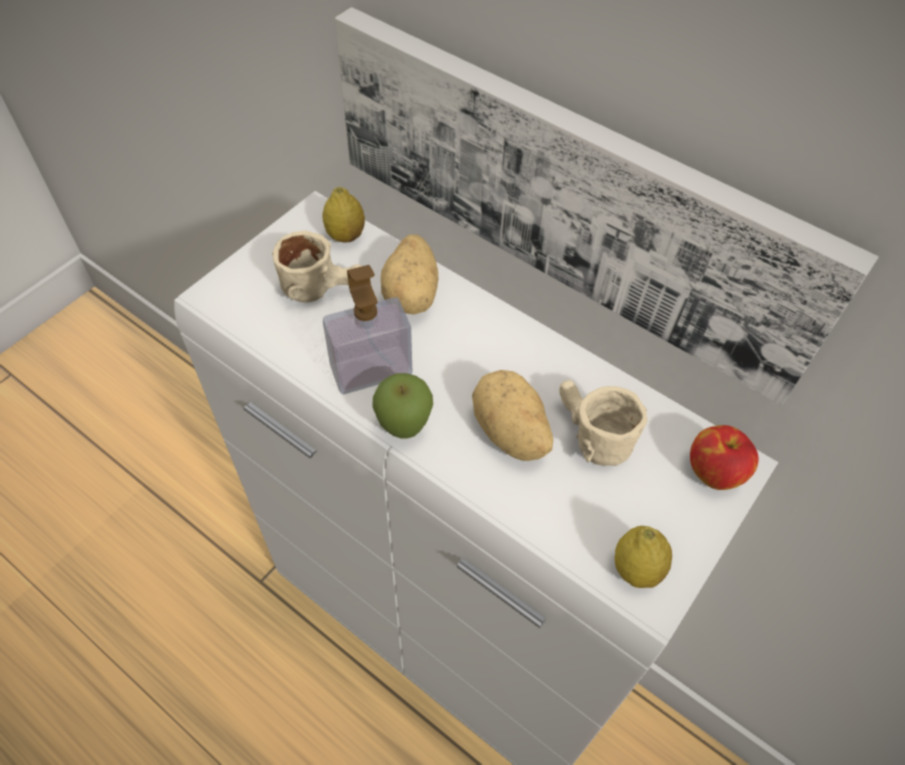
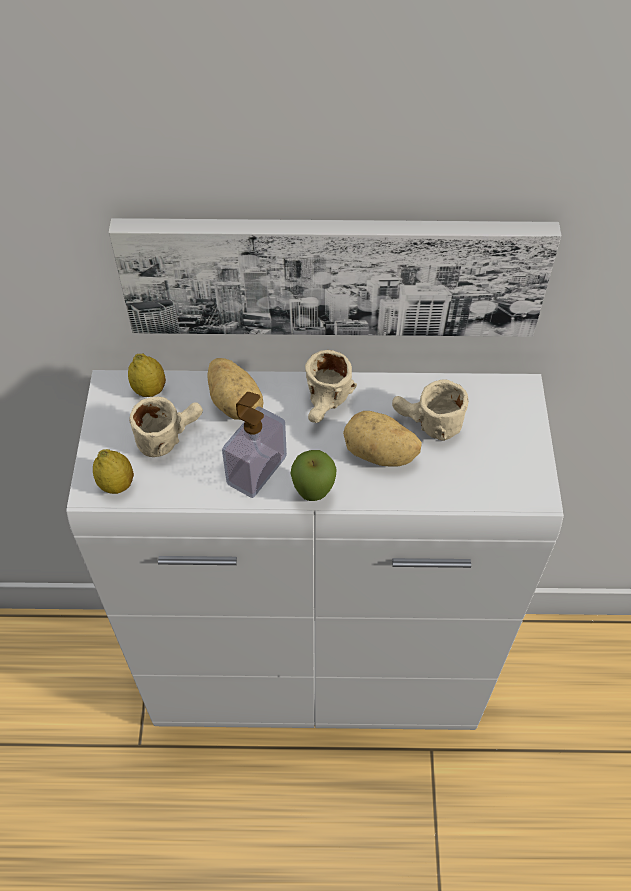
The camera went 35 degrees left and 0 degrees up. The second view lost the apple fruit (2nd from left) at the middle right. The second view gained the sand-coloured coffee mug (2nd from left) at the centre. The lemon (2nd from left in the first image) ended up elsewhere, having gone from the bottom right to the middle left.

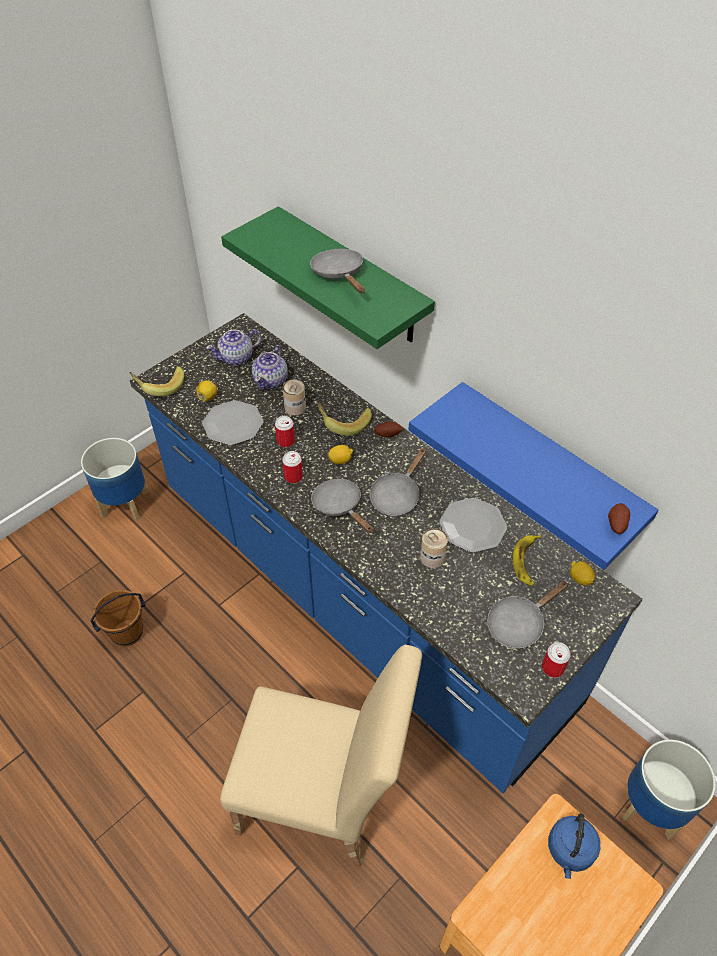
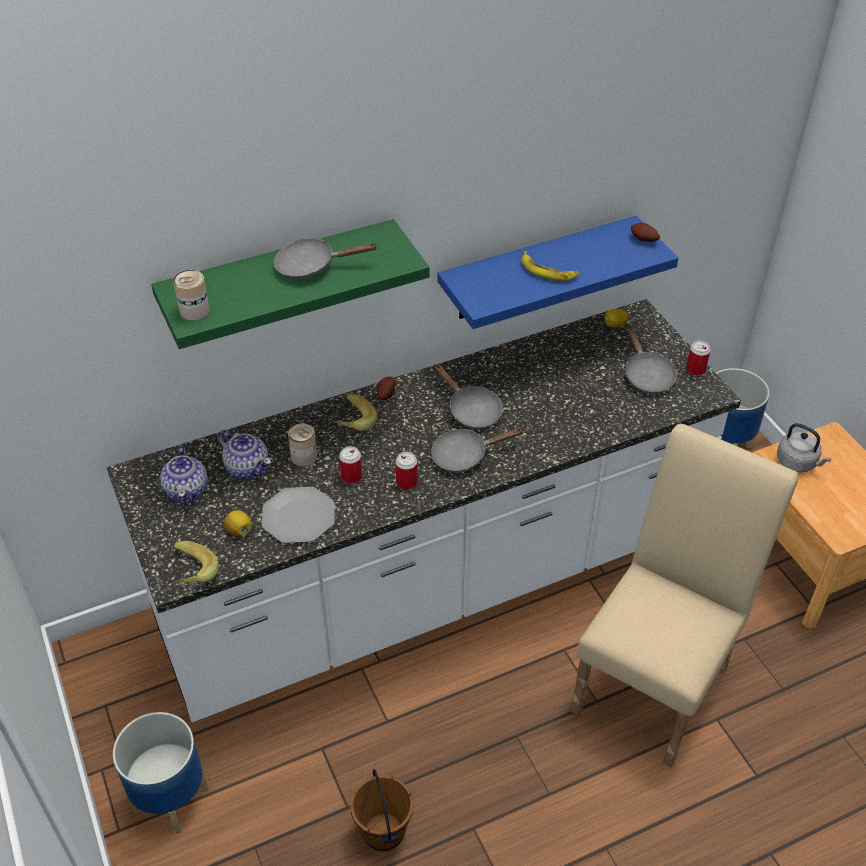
The camera went 70 degrees left and 5 degrees down. The second view lost the lemon (2nd from left) at the centre. The second view lost the plate (2nd from left) at the centre. The can (4th from left in the first image) ended up elsewhere, having gone from the centre to the middle left. The banana (3rd from left) ended up elsewhere, having gone from the middle right to the top centre. What was the blue-coloured kitchen base unit at the centre turned into the white-coloured kitchen base unit at the centre. What was the blue-coloured tea kettle at the bottom right turned into the greyish tea kettle at the middle right.

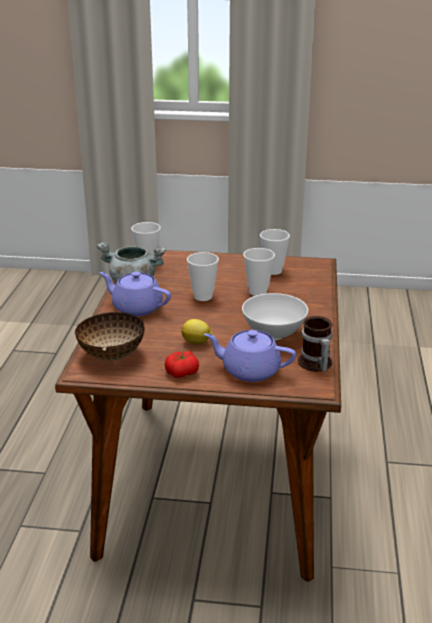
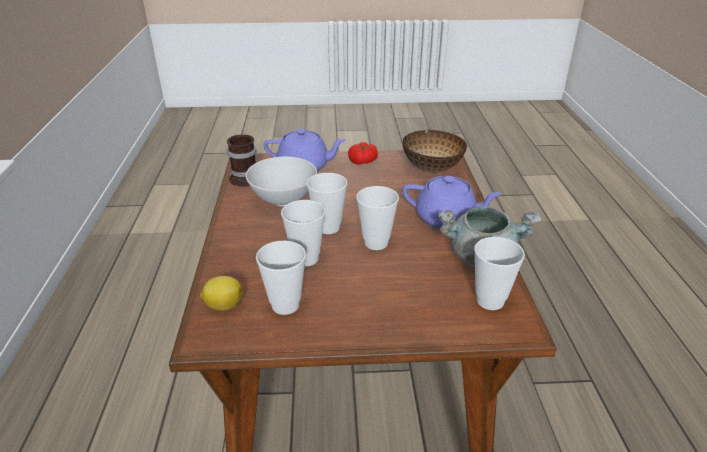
The camera went 170 degrees right and 5 degrees up. The second view gained the small cup (3rd from left) at the centre. The lemon ended up elsewhere, having gone from the centre to the middle left.

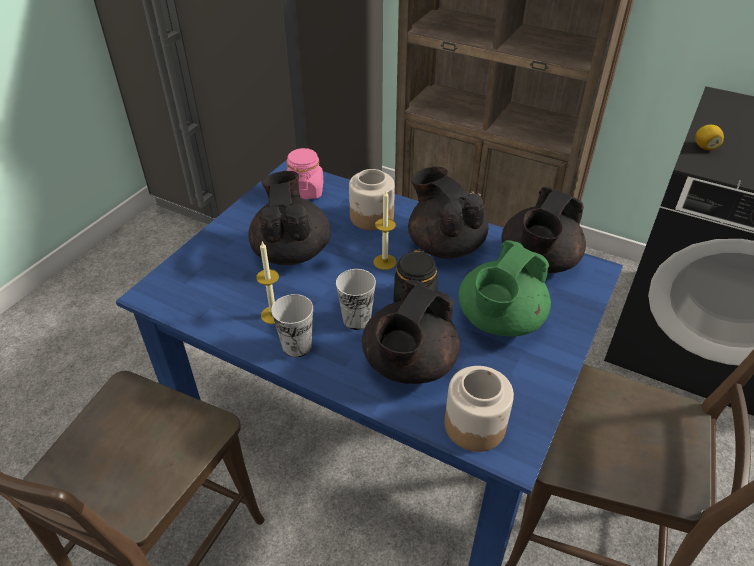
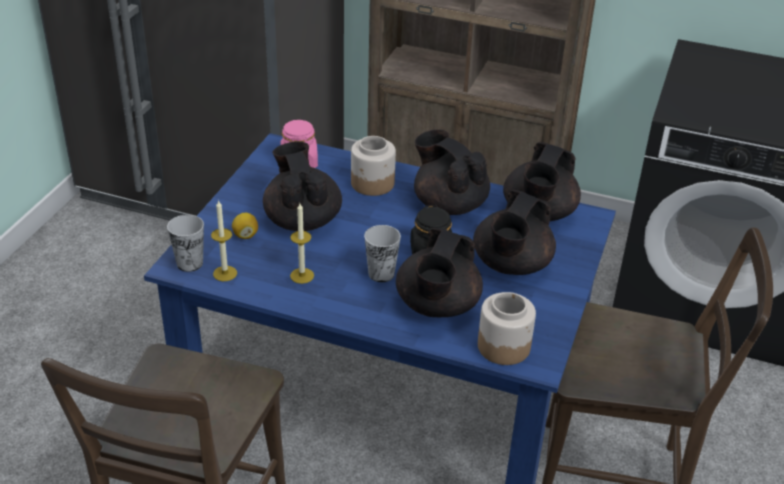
The camera went 10 degrees left and 5 degrees down. The small cup (1st from left) ended up elsewhere, having gone from the centre to the middle left. The wax light (2nd from left in the first image) ended up elsewhere, having gone from the centre to the middle left. The lemon ended up elsewhere, having gone from the top right to the middle left. What was the green teapot at the middle right turned into the black teapot (4th from left) at the centre.

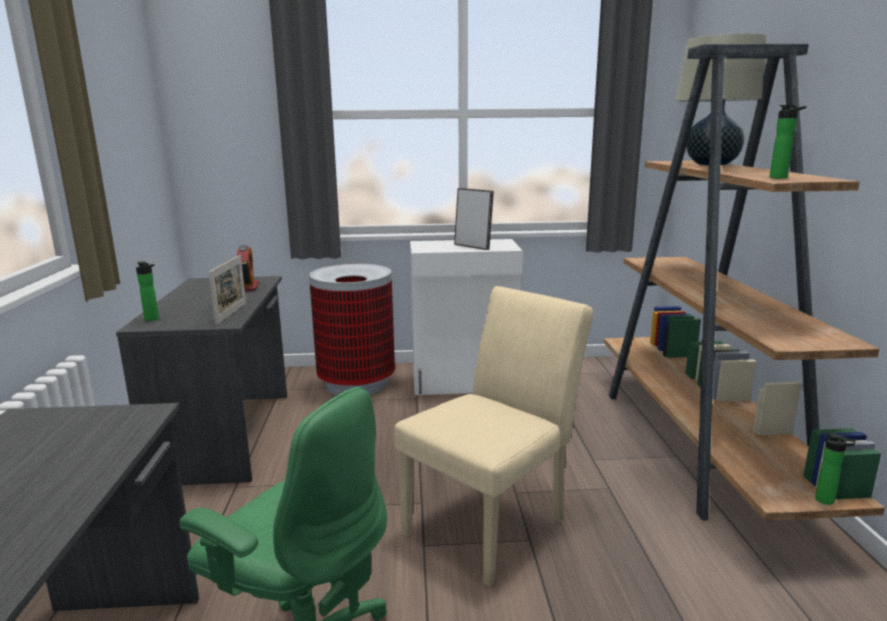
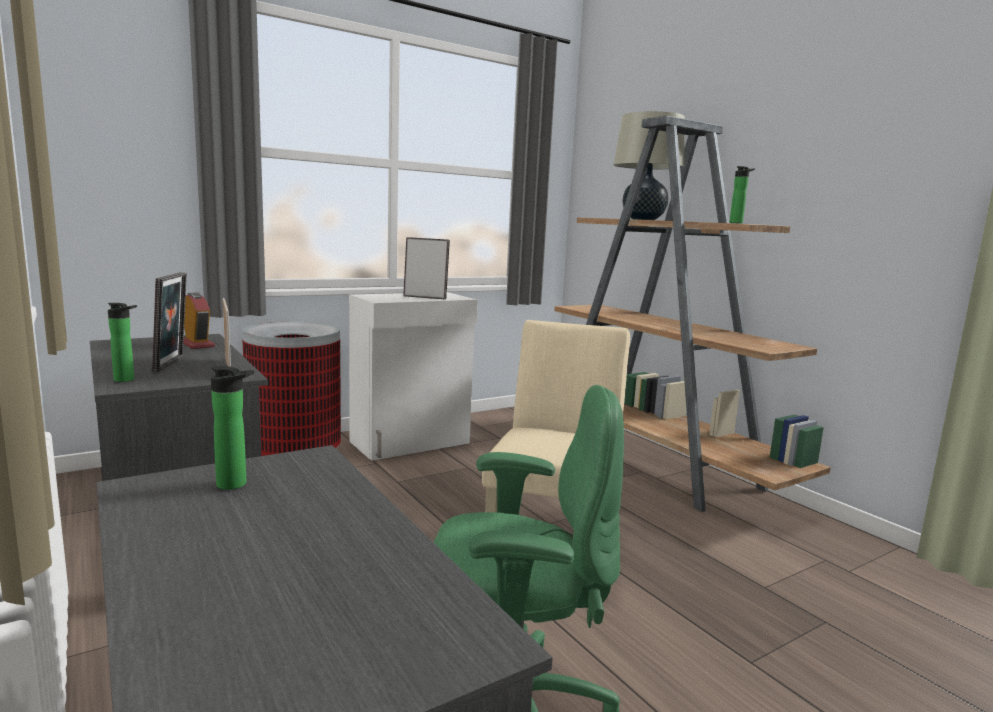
The camera went 30 degrees left and 5 degrees down. The second view gained the standing frame (1st from left) at the middle left. The beverage bottle (3rd from left in the first image) ended up elsewhere, having gone from the bottom right to the middle left.

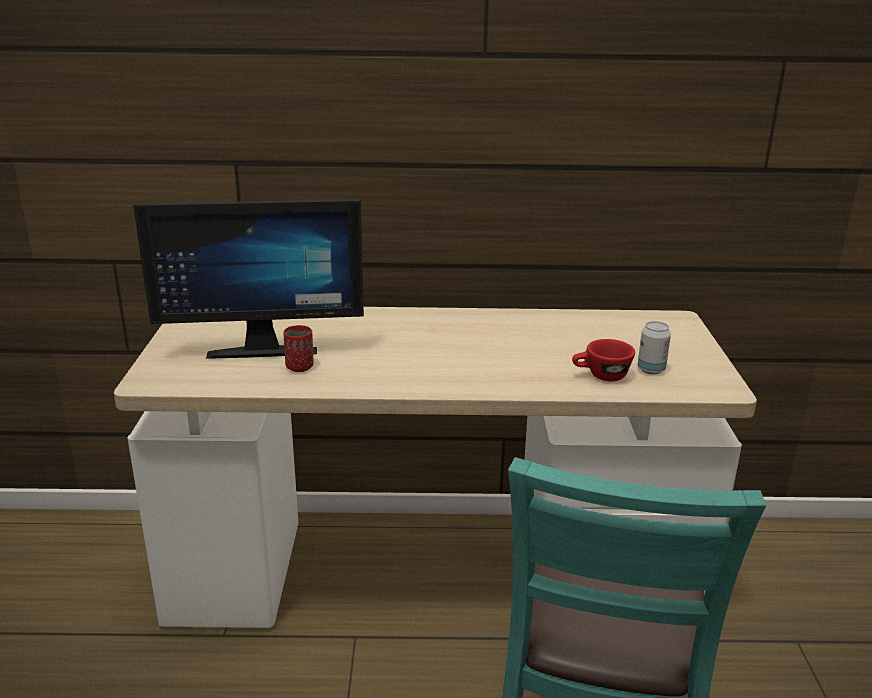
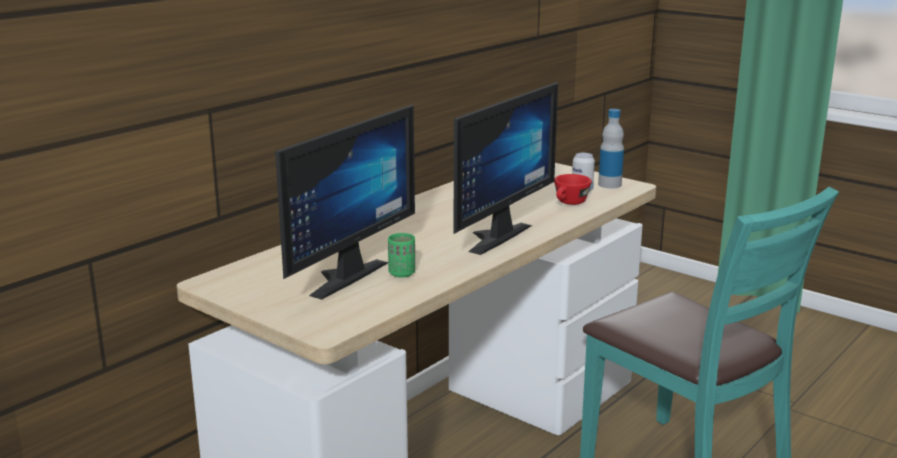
The camera went 50 degrees left and 5 degrees down. The second view gained the computer screen (2nd from left) at the centre. The second view gained the beverage bottle at the top right. What was the reddish small cup (1st from left) at the centre turned into the green small cup at the centre.

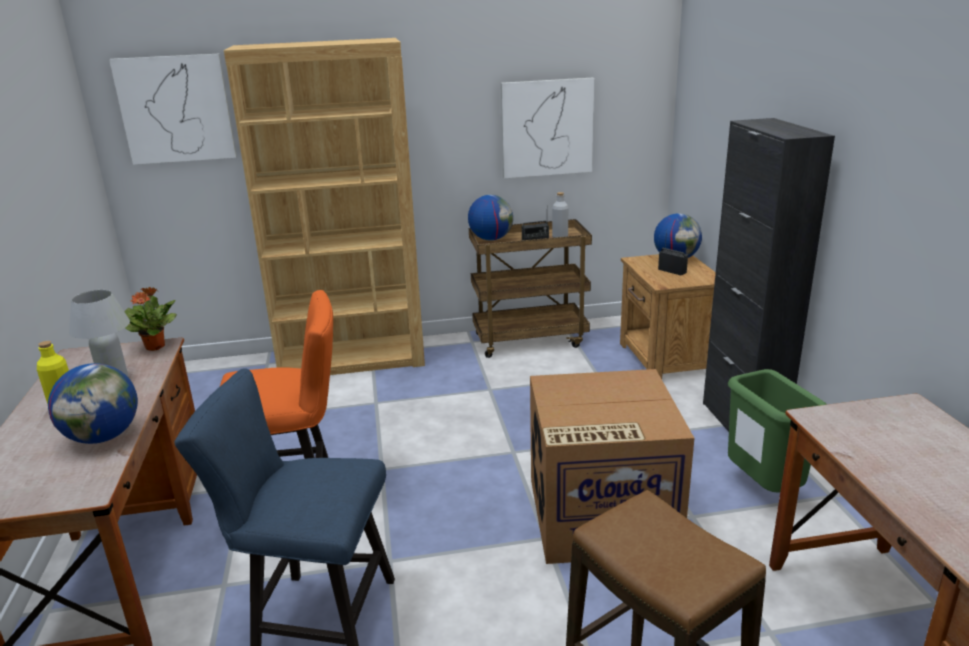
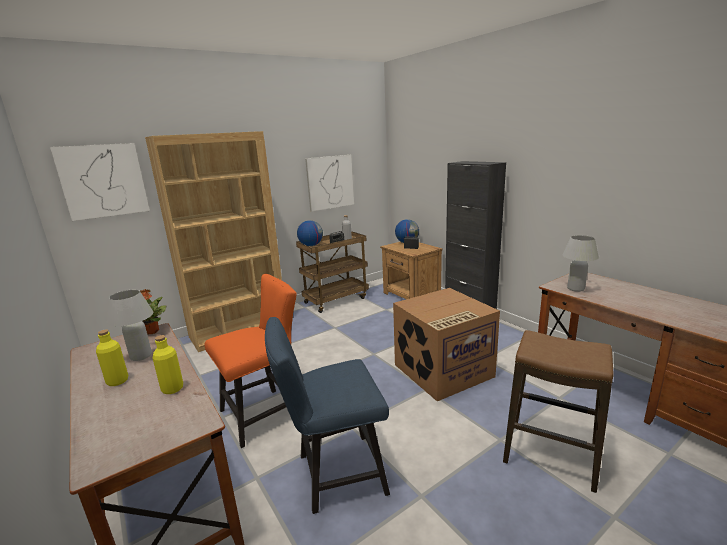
The camera went 25 degrees left and 5 degrees down. The second view lost the green rubbish bin at the bottom right. The second view gained the white-coloured table lamp (2nd from left) at the middle right. Where the globe (1st from left) stood at the middle left, the yellow-coloured beverage bottle (2nd from left) came to stand at the bottom left.

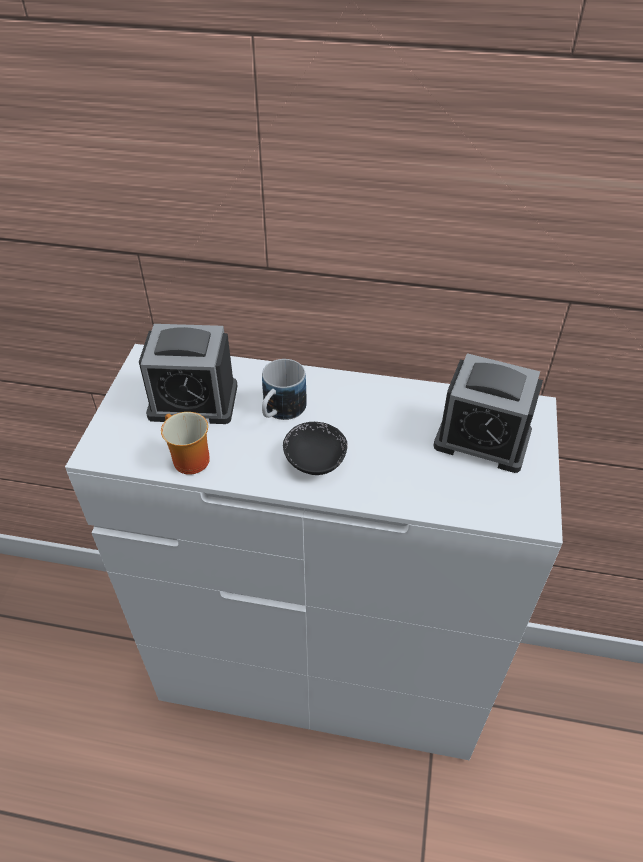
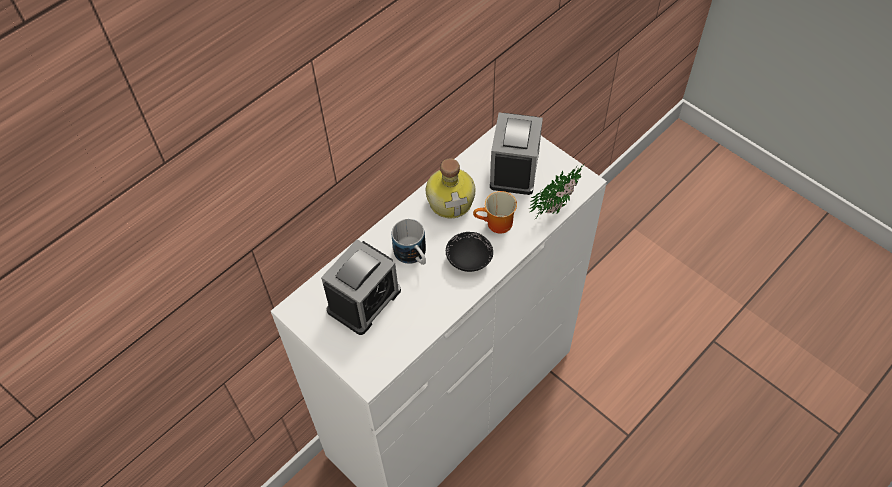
The camera went 55 degrees left and 10 degrees up. The second view gained the beverage bottle at the centre. The second view gained the plant in a pot at the centre. The coffee mug (1st from left in the first image) ended up elsewhere, having gone from the middle left to the centre. The bedside clock (2nd from left) at the middle right ended up facing another way, 45 degrees counterclockwise from before.

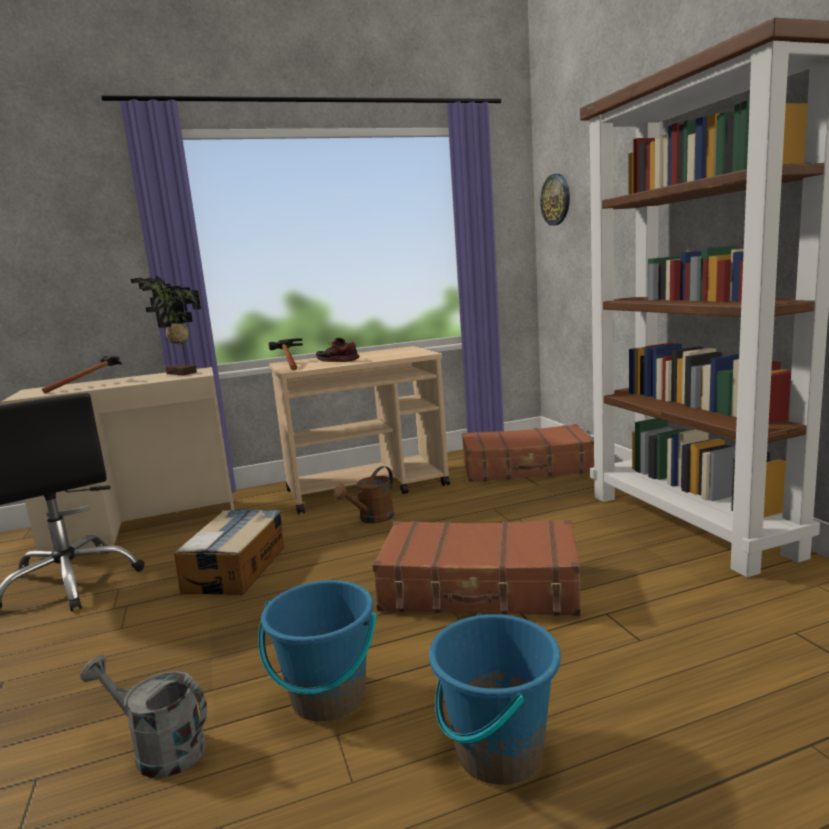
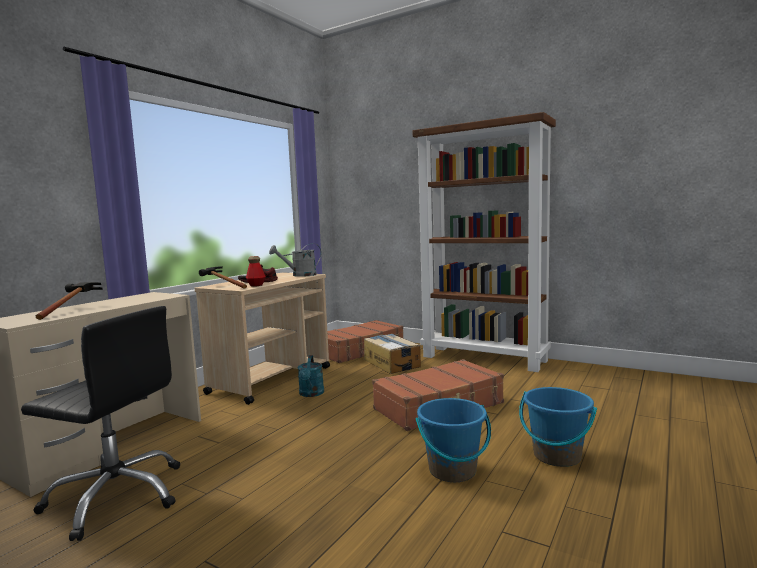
The camera went 40 degrees left and 5 degrees down. The second view lost the plant in a pot at the middle left. The second view lost the clock on the wall at the top right. The second view gained the beverage bottle at the centre. The greyish watering pot ended up elsewhere, having gone from the bottom left to the centre. The cardboard box ended up elsewhere, having gone from the middle left to the centre. What was the brownish watering pot at the centre turned into the turquoise-coloured watering pot at the centre.

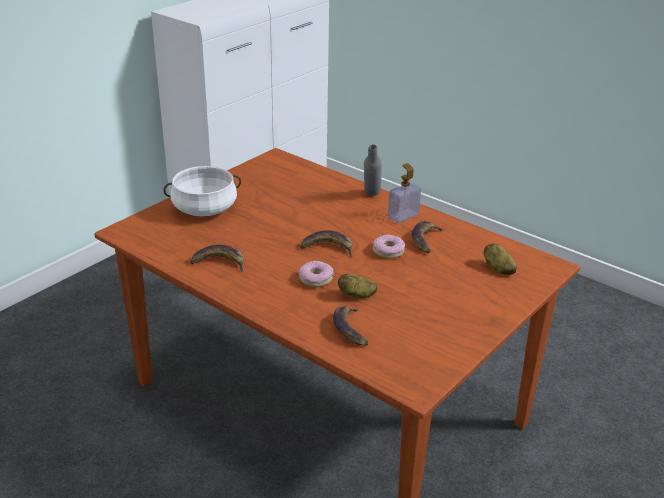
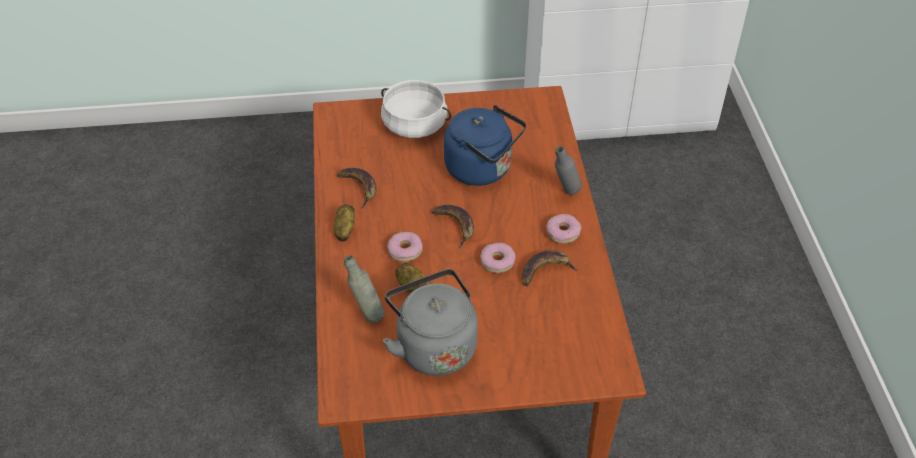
The camera went 45 degrees right and 15 degrees up. The second view gained the greyish tea kettle at the bottom centre. The second view gained the blue-coloured tea kettle at the top centre. The whole potato (2nd from left in the first image) ended up elsewhere, having gone from the middle right to the centre. Where the banana (3rd from left) stood at the centre, the greyish beverage bottle (1st from left) came to stand at the centre. Where the soap dispenser stood at the centre, the donut (3rd from left) came to stand at the centre.

